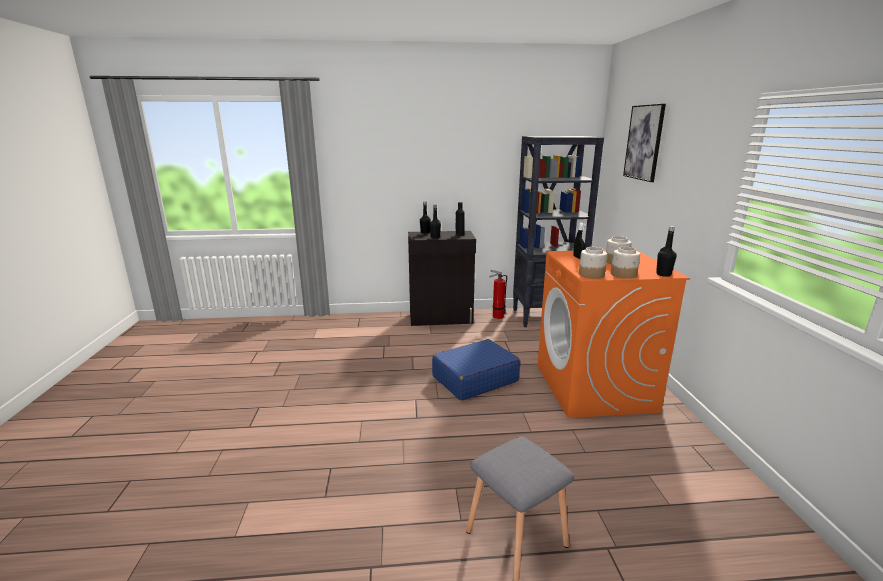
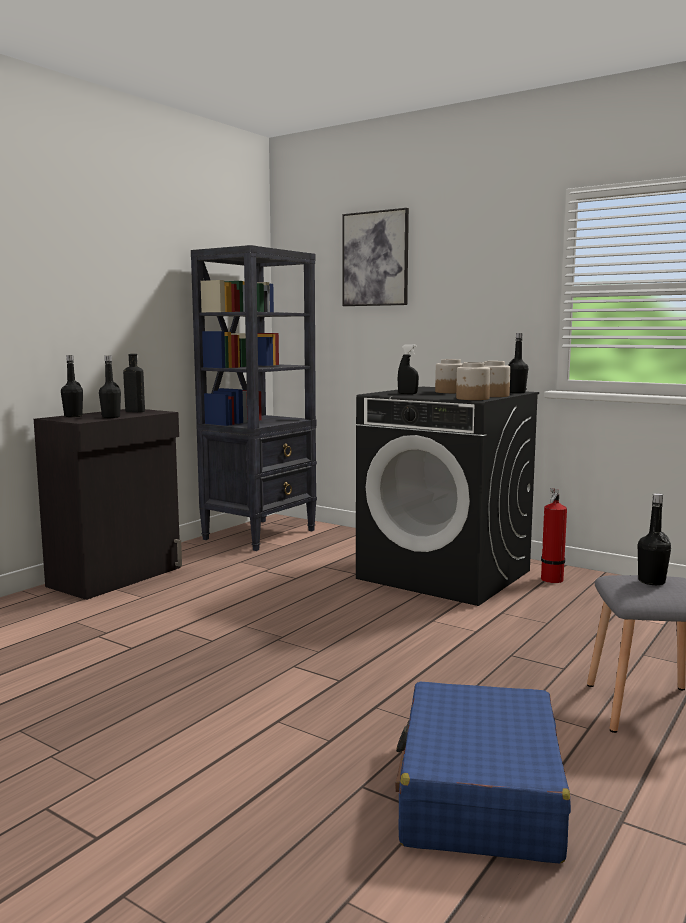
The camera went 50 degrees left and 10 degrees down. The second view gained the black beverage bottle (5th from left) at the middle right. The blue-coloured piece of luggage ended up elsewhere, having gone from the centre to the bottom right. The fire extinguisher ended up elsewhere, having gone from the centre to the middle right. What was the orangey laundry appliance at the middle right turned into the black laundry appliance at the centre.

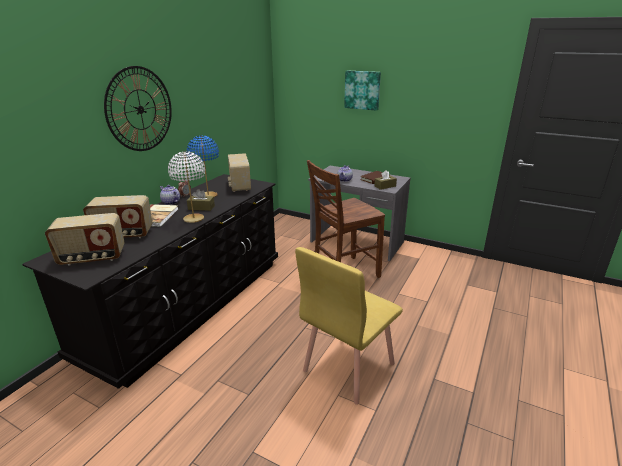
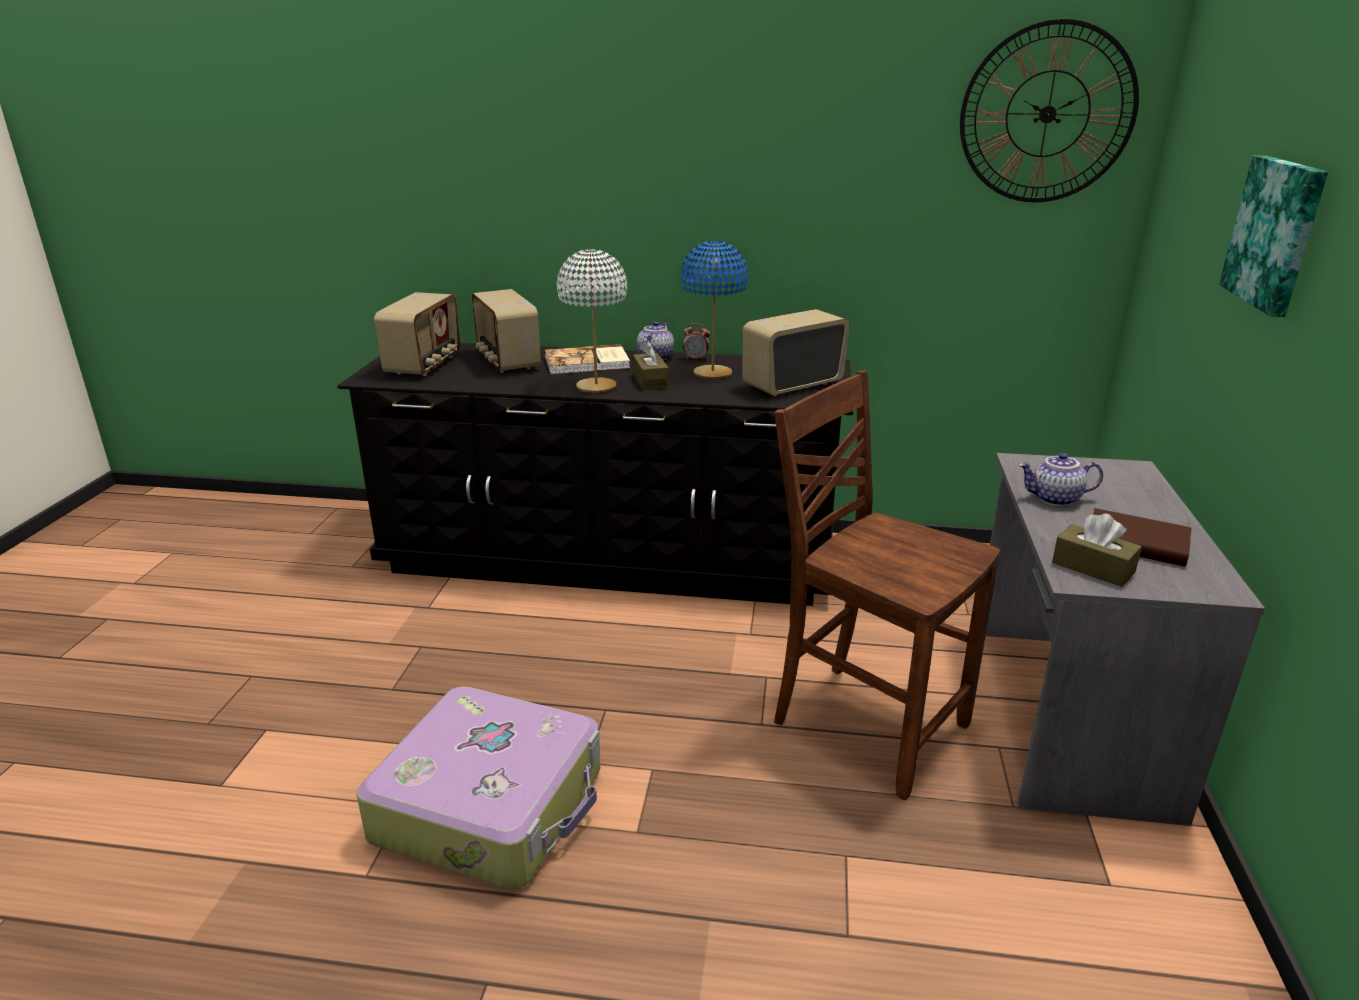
The camera went 70 degrees right and 0 degrees up. The clock on the wall ended up elsewhere, having gone from the top left to the top right. Where the yellow-coloured plain chair stood at the bottom centre, the piece of luggage came to stand at the bottom centre. The radio receiver (1st from left) at the middle left ended up facing another way, 135 degrees counterclockwise from before.

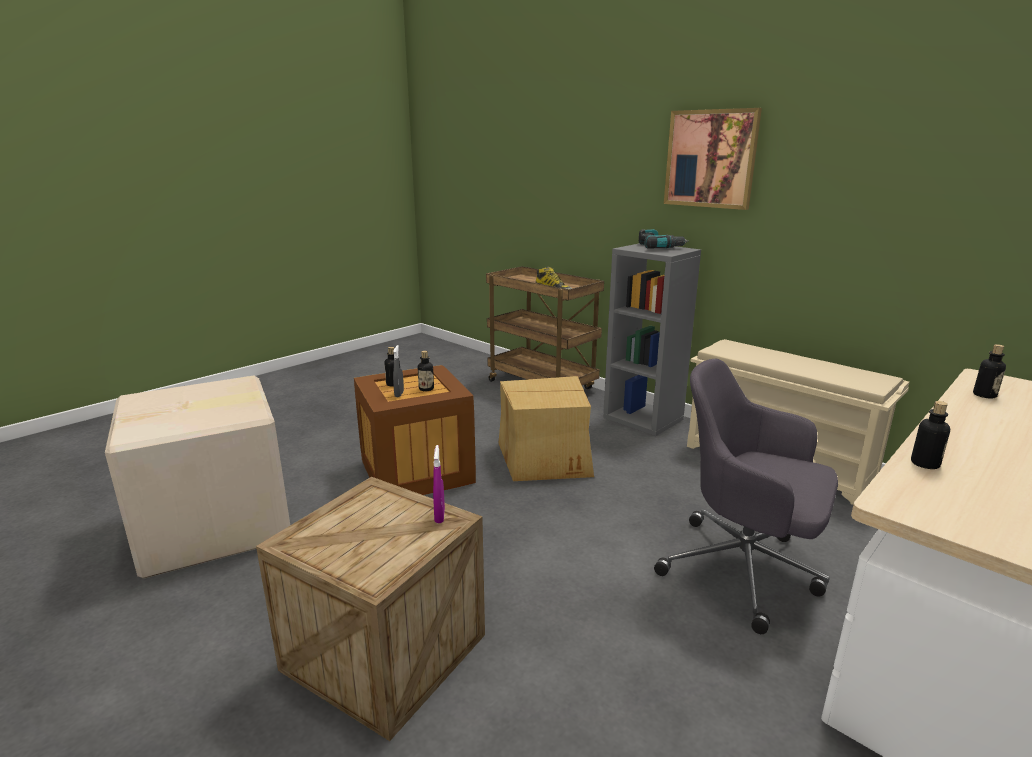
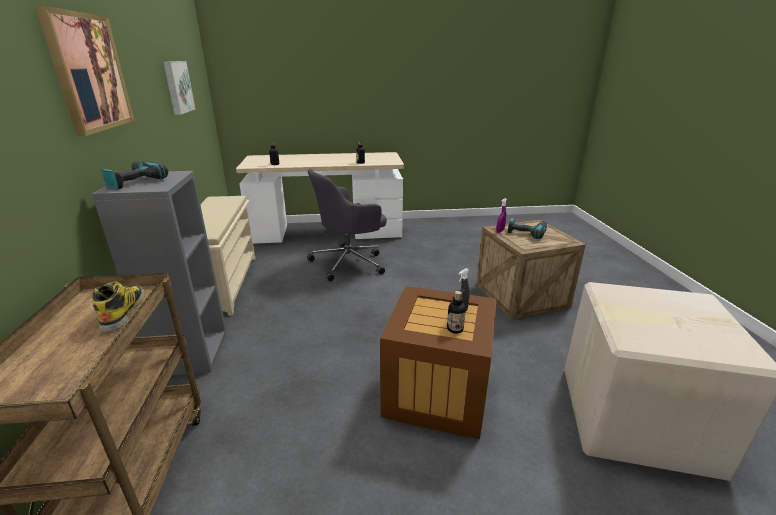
The camera went 140 degrees left and 5 degrees up. The second view lost the beverage bottle (2nd from left) at the centre. The second view lost the cardboard box (2nd from left) at the centre. The second view gained the wall art (2nd from left) at the top left. The second view gained the electric drill (2nd from left) at the middle right. The greyish computer chair at the middle right ended up facing another way, 75 degrees clockwise from before.

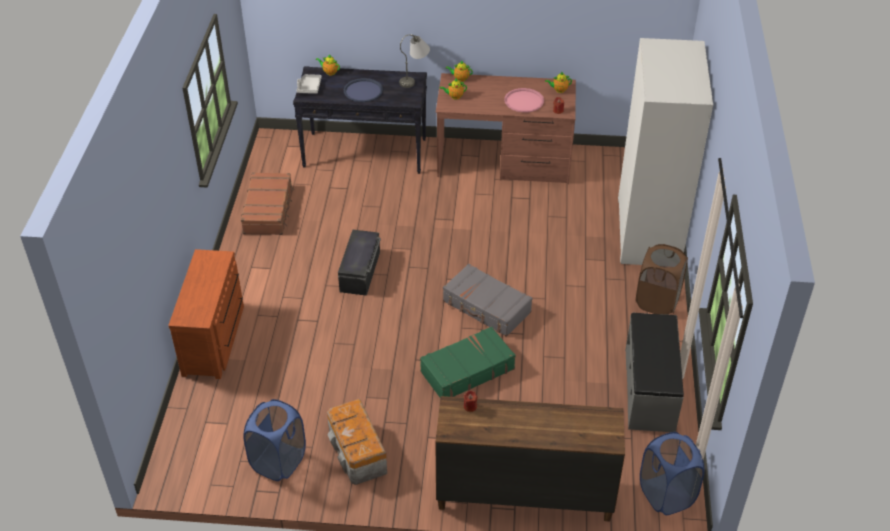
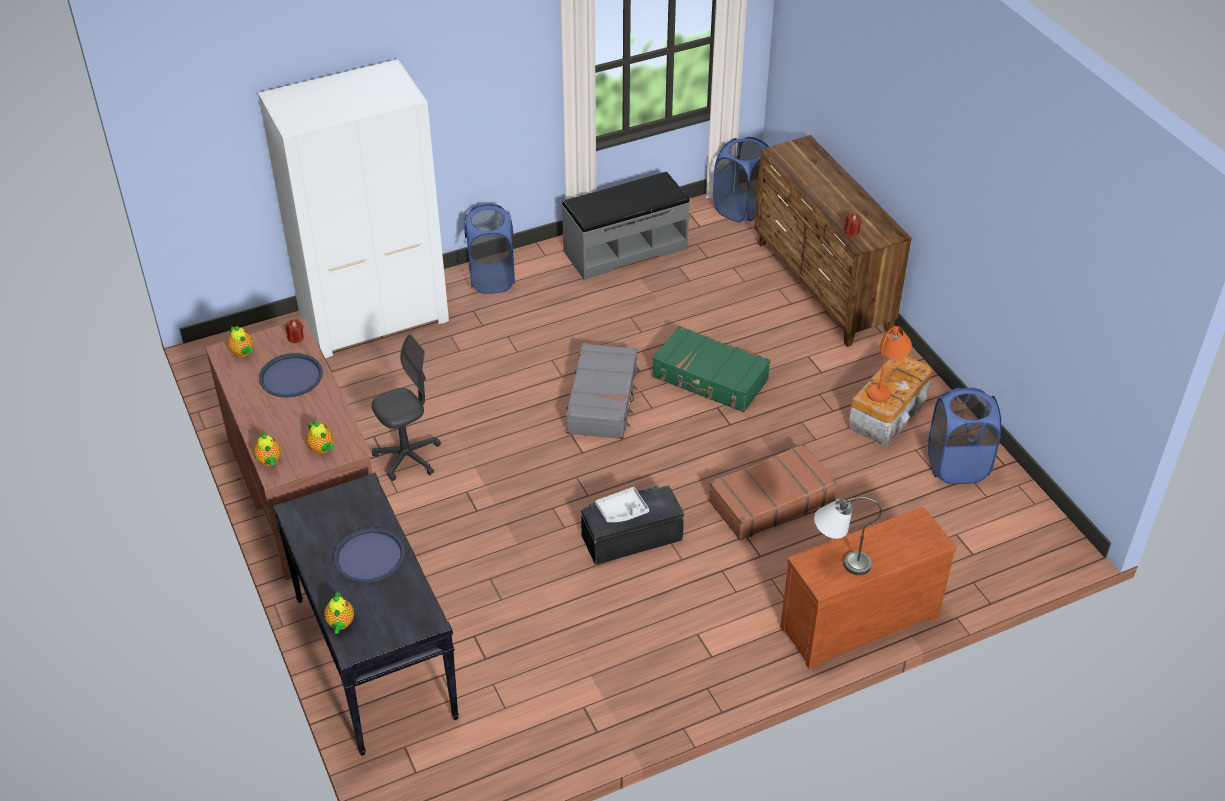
The camera went 120 degrees left and 0 degrees up. The second view gained the greyish computer chair at the middle left. The second view gained the orangey table lamp at the middle right. The brownish piece of luggage ended up elsewhere, having gone from the middle left to the centre. The greyish tray ended up elsewhere, having gone from the top centre to the centre. The greyish table lamp ended up elsewhere, having gone from the top centre to the bottom right. What was the pink-coloured tray at the top centre turned into the blue-coloured tray (1st from left) at the middle left. What was the brownish washing basket at the middle right turned into the blue-coloured washing basket (1st from left) at the top centre.

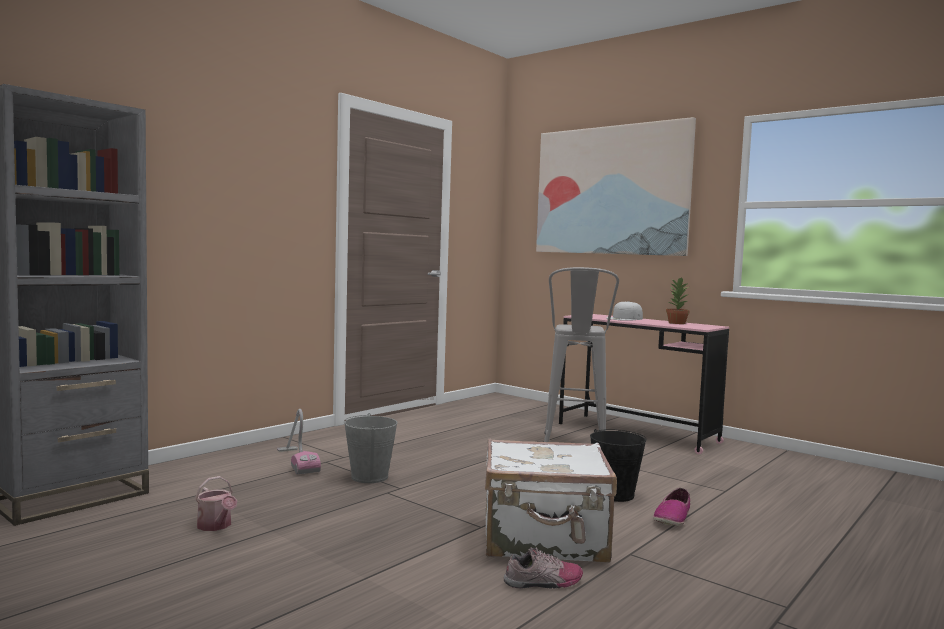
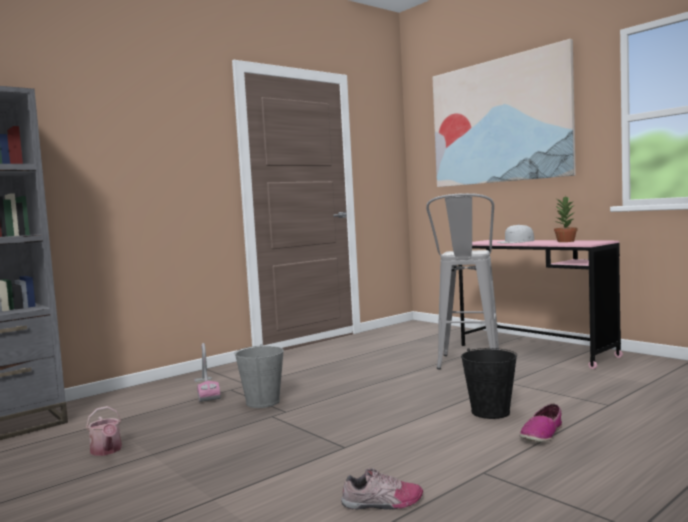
The camera went 10 degrees right and 0 degrees up. The second view lost the white-coloured piece of luggage at the bottom centre.

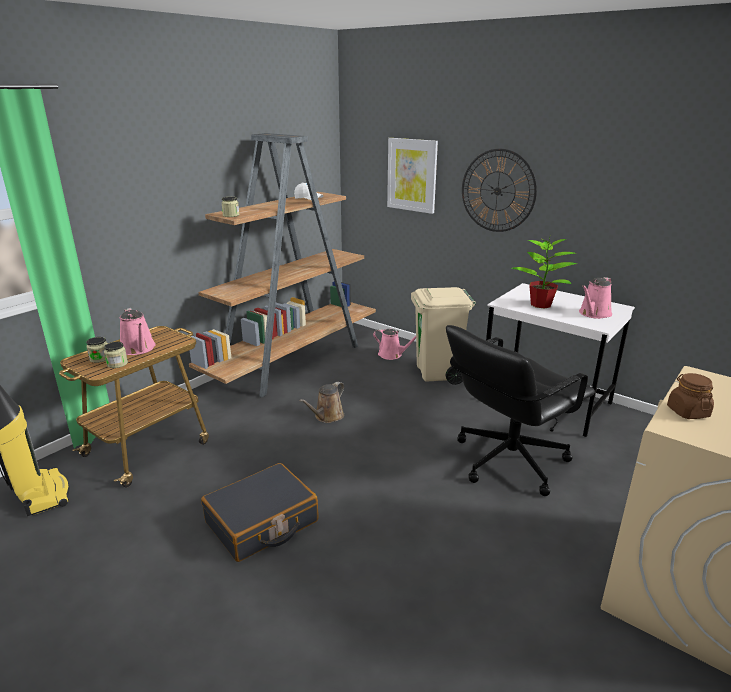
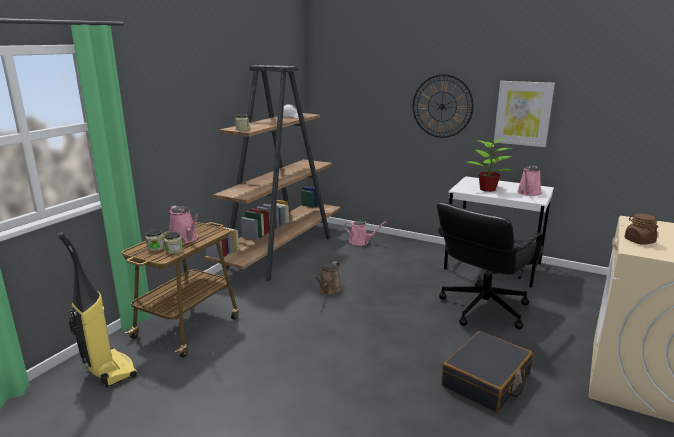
The camera went 10 degrees left and 5 degrees down. The second view lost the sand-coloured rubbish bin at the centre. The black piece of luggage ended up elsewhere, having gone from the bottom centre to the bottom right. The wall art ended up elsewhere, having gone from the top centre to the top right.

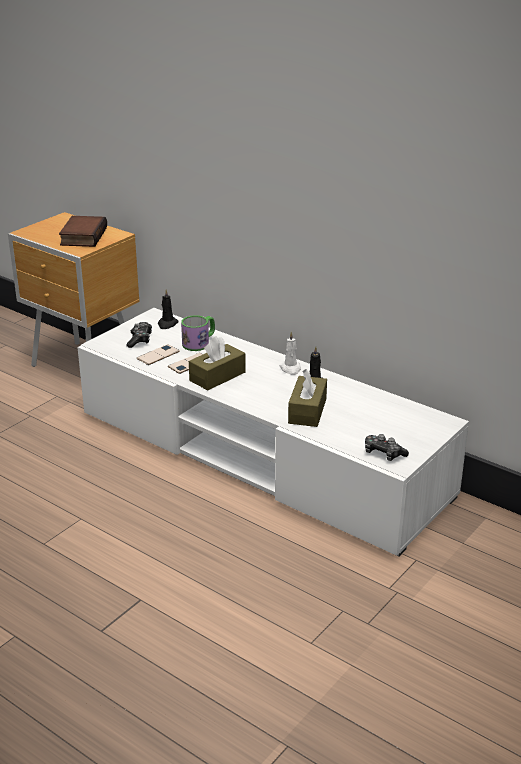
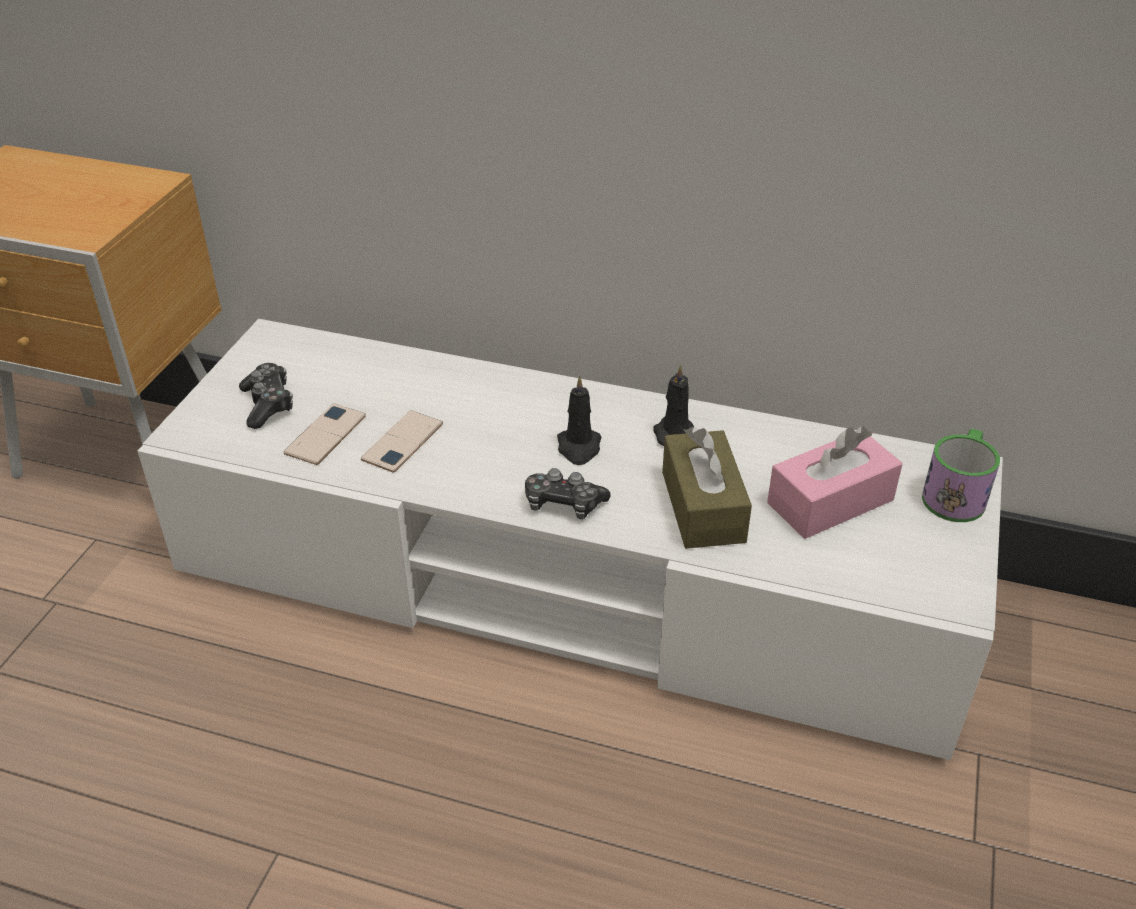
The camera went 20 degrees left and 10 degrees up. The second view lost the volume at the top left. The second view lost the brownish tissue holder (1st from left) at the centre. The second view lost the white-coloured wax light at the centre. The second view gained the pink-coloured tissue holder at the middle right. The black wax light (1st from left) ended up elsewhere, having gone from the middle left to the centre. The coffee mug ended up elsewhere, having gone from the centre to the middle right. The game controller (2nd from left) ended up elsewhere, having gone from the middle right to the centre.

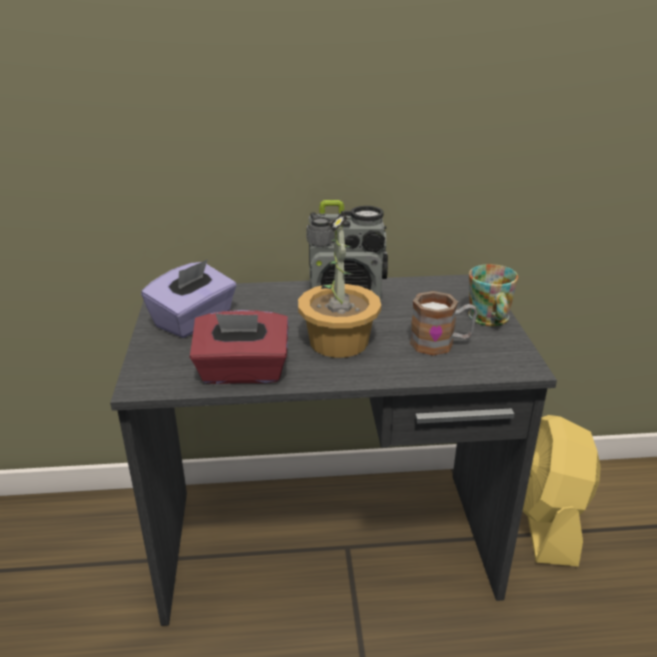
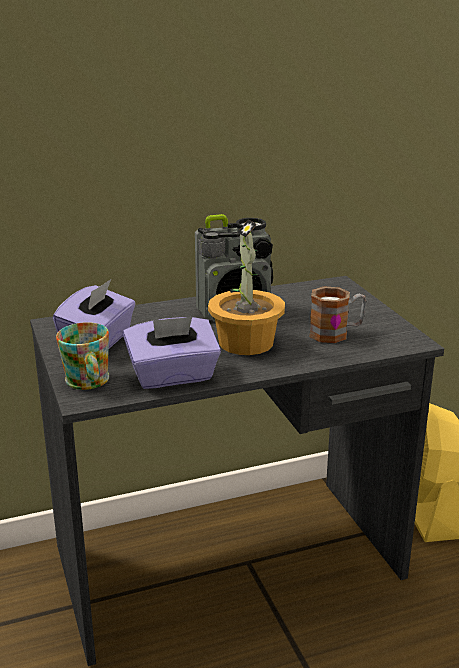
The camera went 15 degrees left and 5 degrees down. The coffee mug (2nd from left in the first image) ended up elsewhere, having gone from the middle right to the middle left. What was the reddish tissue holder at the centre turned into the purplish tissue holder (2nd from left) at the centre.

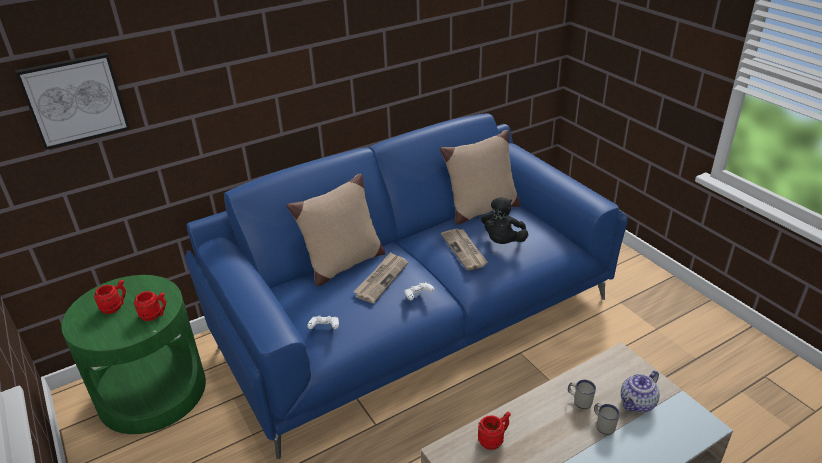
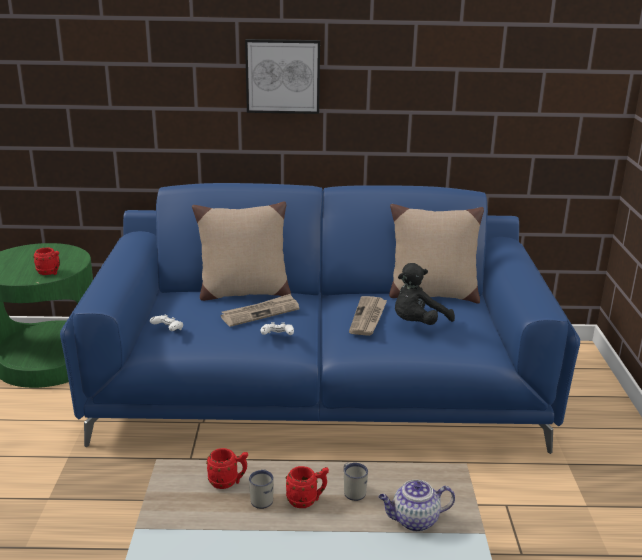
The camera went 30 degrees right and 10 degrees down. The wall art ended up elsewhere, having gone from the top left to the top centre. The reddish coffee mug (1st from left in the first image) ended up elsewhere, having gone from the middle left to the bottom centre. The white-coloured coffee mug (2nd from left in the first image) ended up elsewhere, having gone from the bottom right to the bottom centre.

